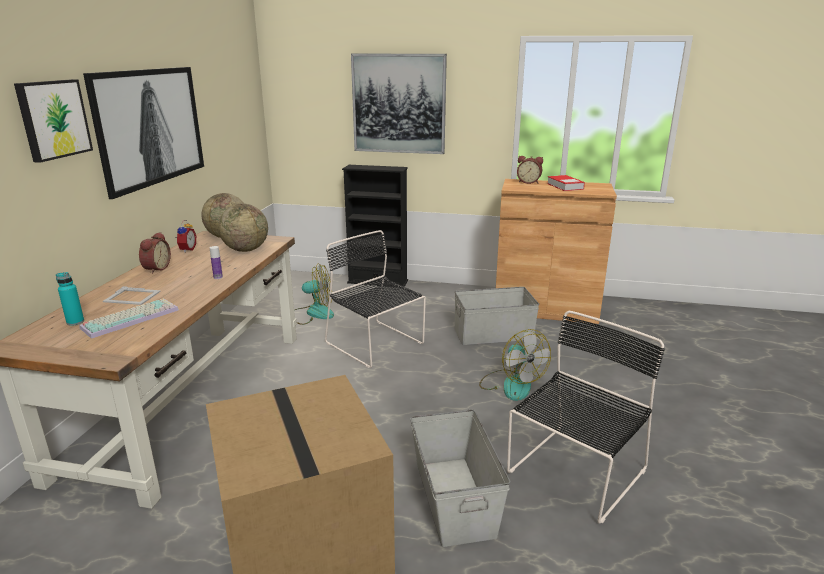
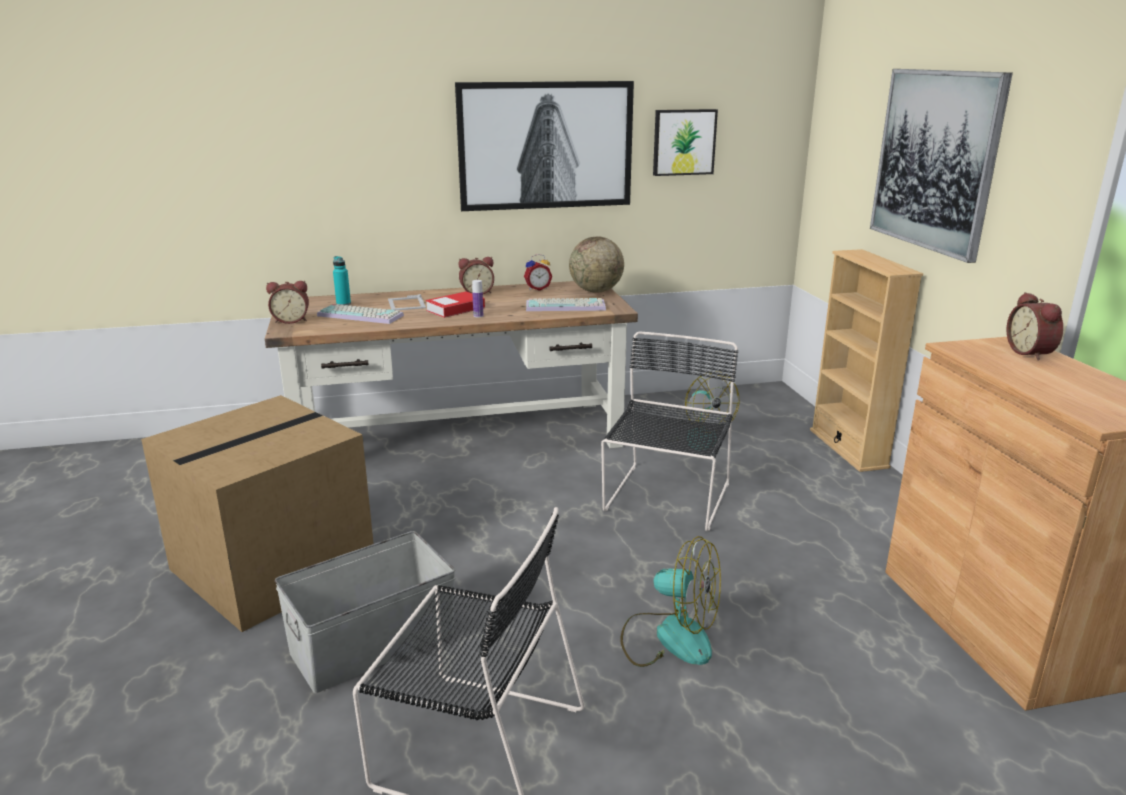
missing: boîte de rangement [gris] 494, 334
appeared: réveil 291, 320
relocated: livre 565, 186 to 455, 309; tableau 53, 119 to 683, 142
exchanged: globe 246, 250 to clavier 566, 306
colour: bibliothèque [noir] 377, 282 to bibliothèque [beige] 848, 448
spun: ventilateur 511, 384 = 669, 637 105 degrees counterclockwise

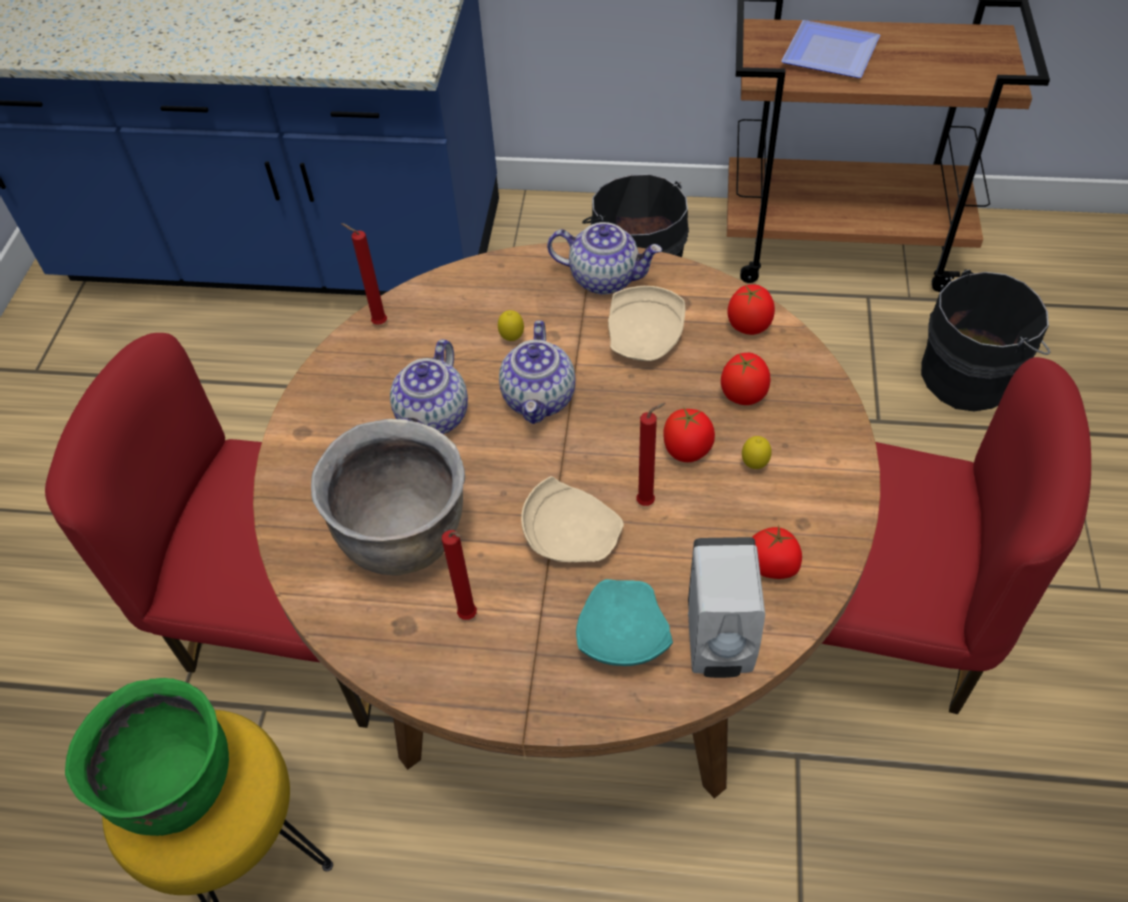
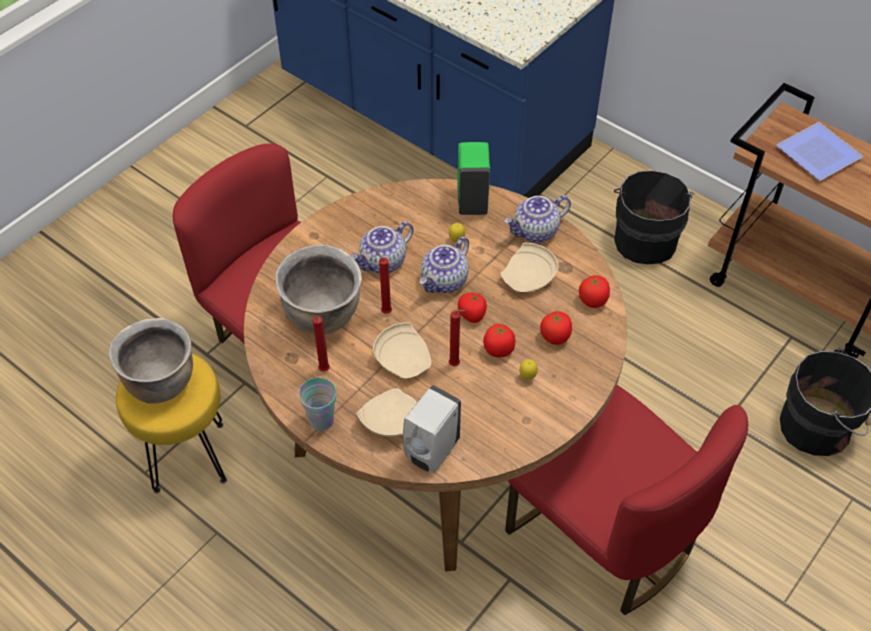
appeared: tasse 321, 420; distributeur de savon [vert] 472, 200
relocated: bougie [rouge] 377, 323 to 385, 311; tomate 772, 565 to 472, 315
colour: marmite [vert] 176, 785 to marmite [marron] 161, 382; assiette [turquoise] 621, 636 to assiette [beige] 387, 421
spun: théière 605, 278 = 535, 231 105 degrees clockwise

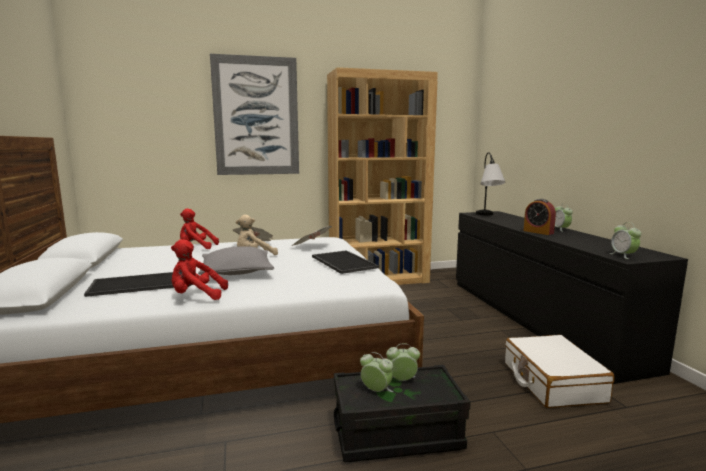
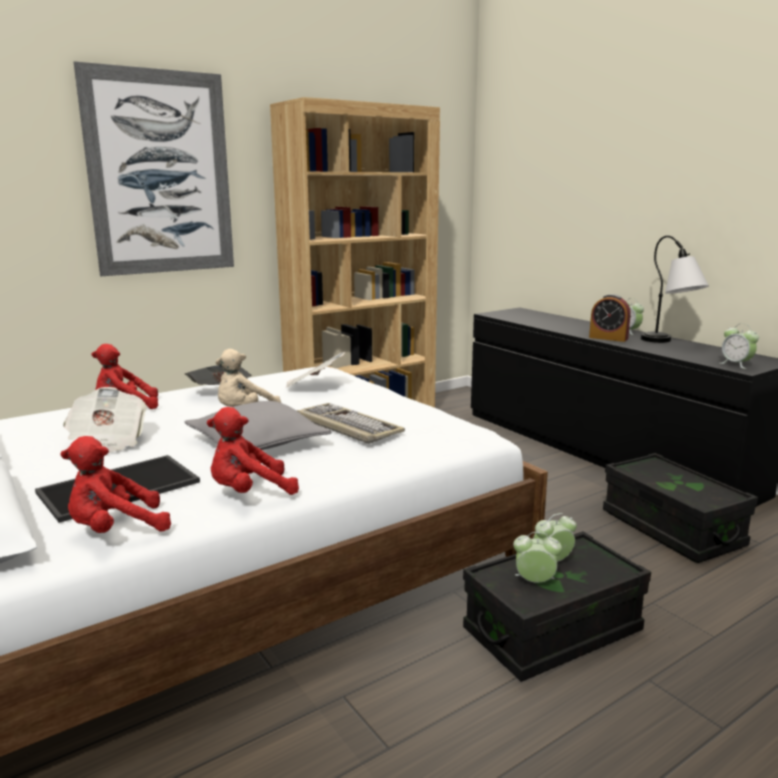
missing: plateau 342, 262
appeared: peluche [rouge] 116, 530; journal 107, 442; clavier 346, 426
relocated: lampe de table 487, 215 to 669, 343
exchanged: valise [blanc] 552, 382 to boîte de rangement [noir] 671, 529

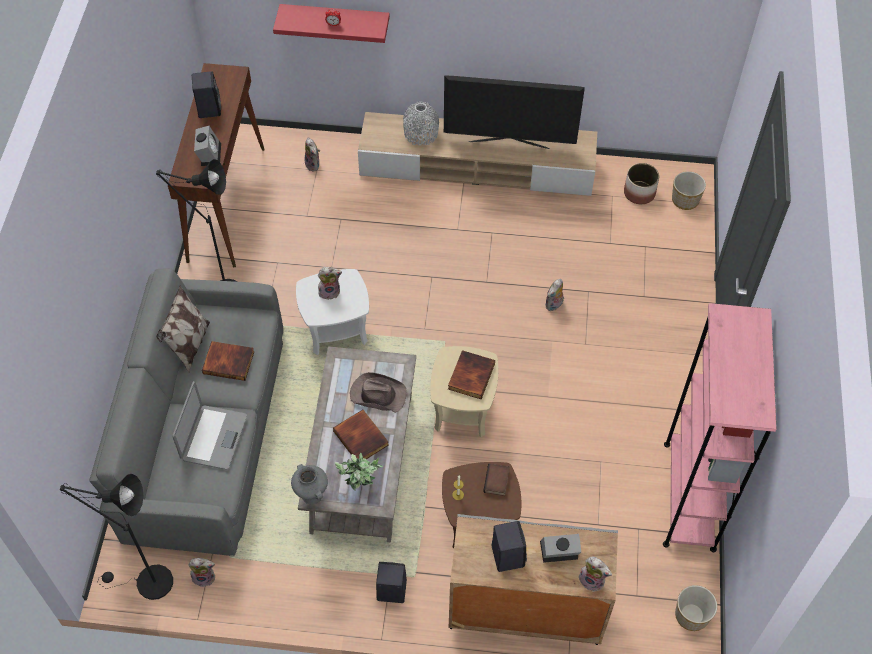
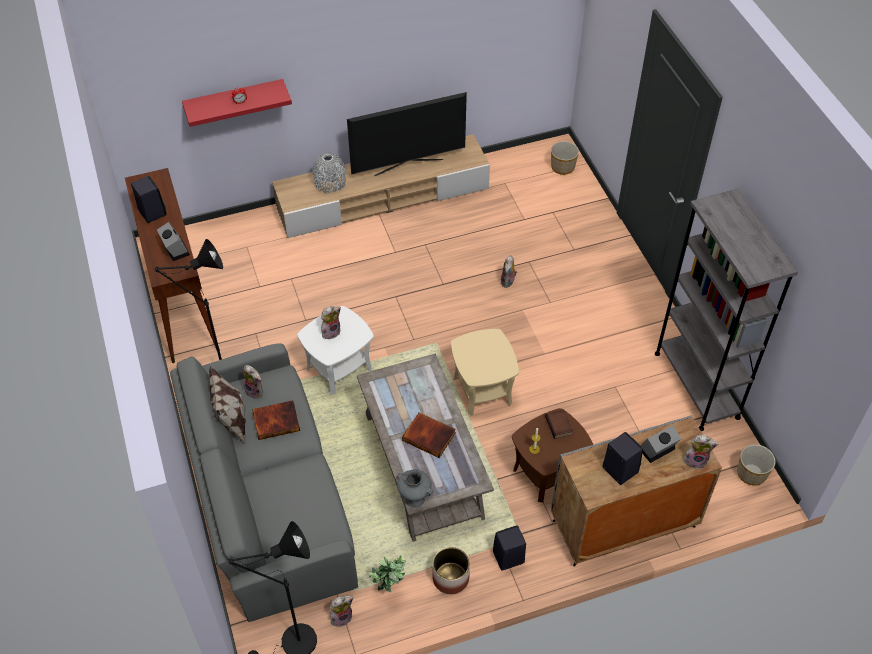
missing: ordinateur portable 213, 437; chapeau [marron] 377, 394; livre 470, 375
relocated: peluche 314, 165 to 255, 391; plante en pot 361, 488 to 389, 589; cache-pot 639, 193 to 451, 578
colour: bibliothèque [rose] 689, 495 to bibliothèque [gris] 696, 385

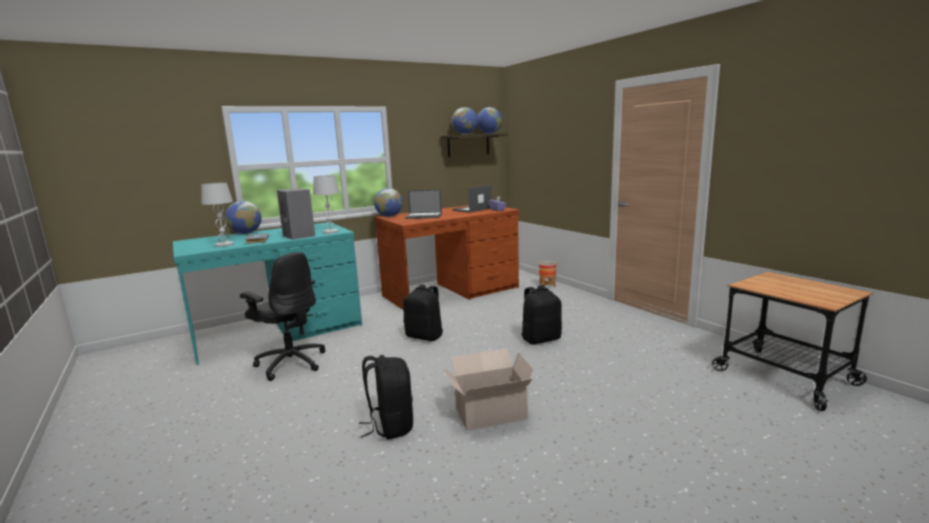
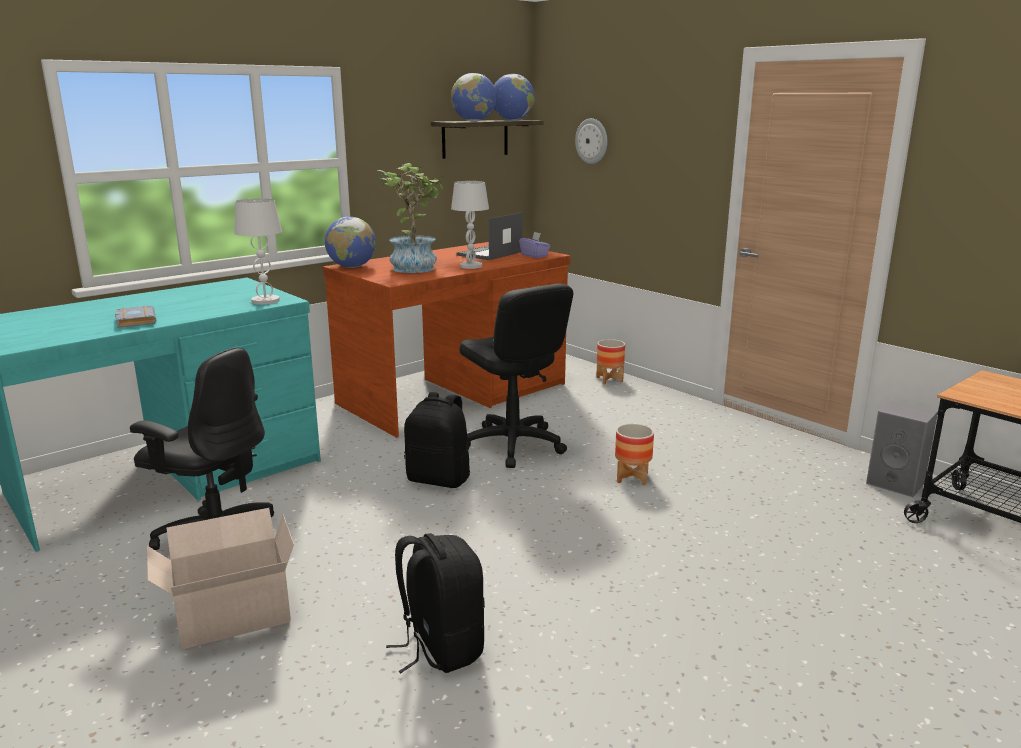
missing: globe 246, 233
appeared: chaise de bureau [noir] 512, 445; horloge murale 592, 141
relocated: carton 488, 413 to 230, 616; lampe de table [blanc] 224, 245 to 471, 266; enceinte [gris] 300, 236 to 897, 483
exchanged: ordinateur portable 424, 216 to plante en pot 415, 267; sac à dos [noir] 541, 339 to cache-pot 632, 478

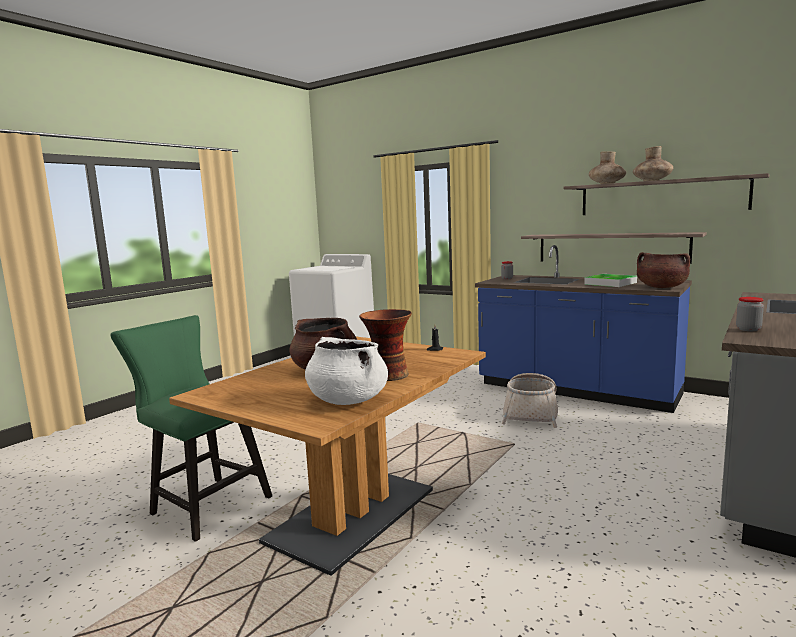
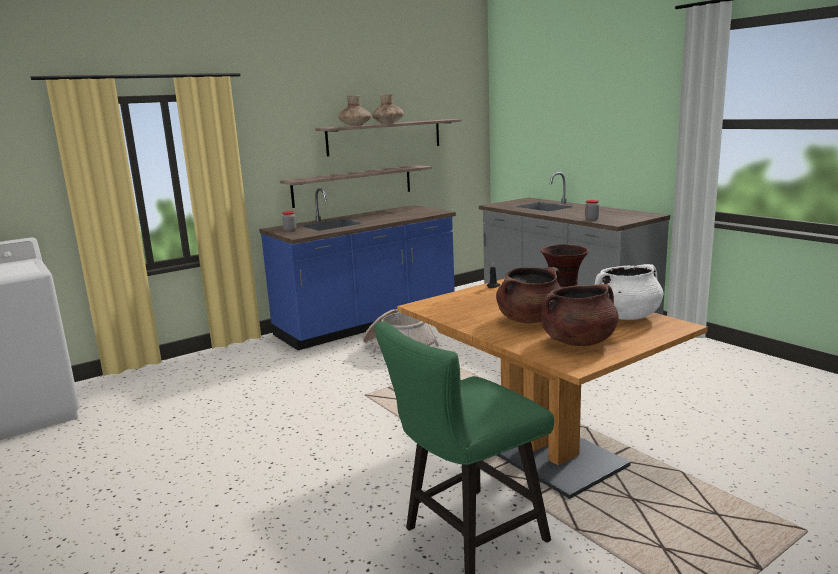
missing: plateau 610, 283
relocated: marmite [marron] 661, 287 to 578, 342

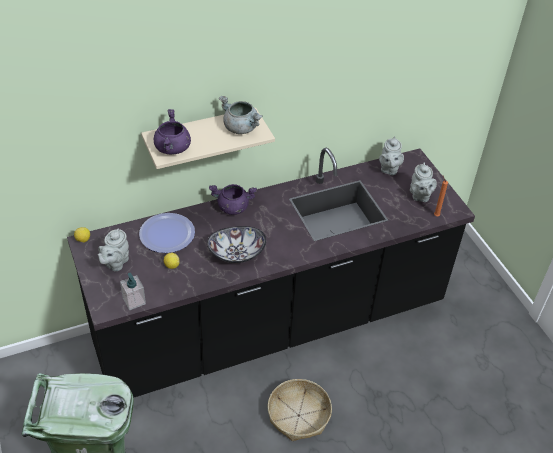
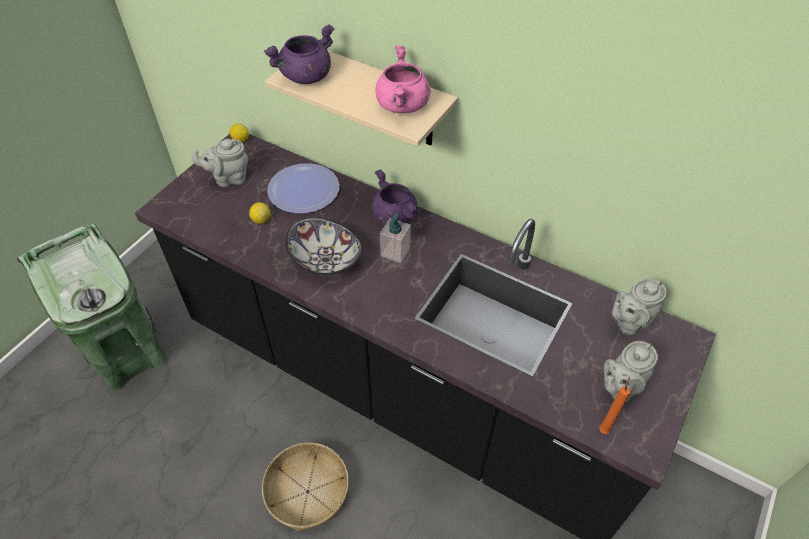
relocated: distributeur de savon 134, 301 to 395, 252
colour: marmite [gris] 241, 128 to marmite [rose] 402, 105

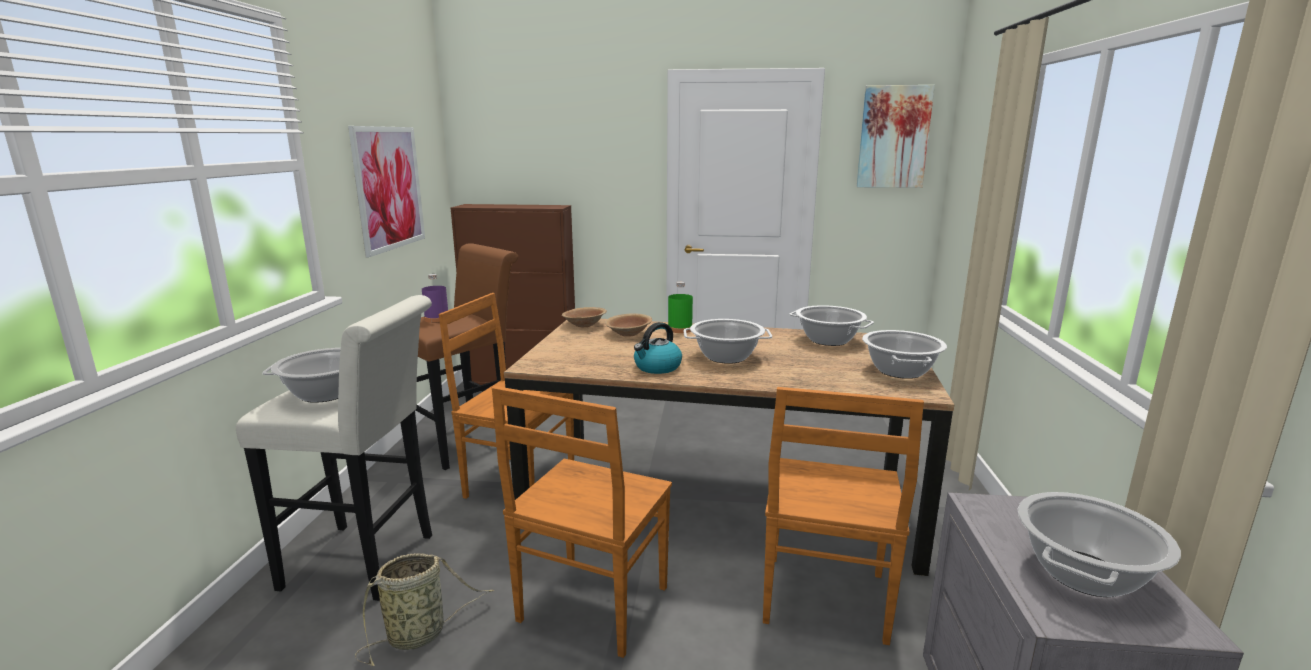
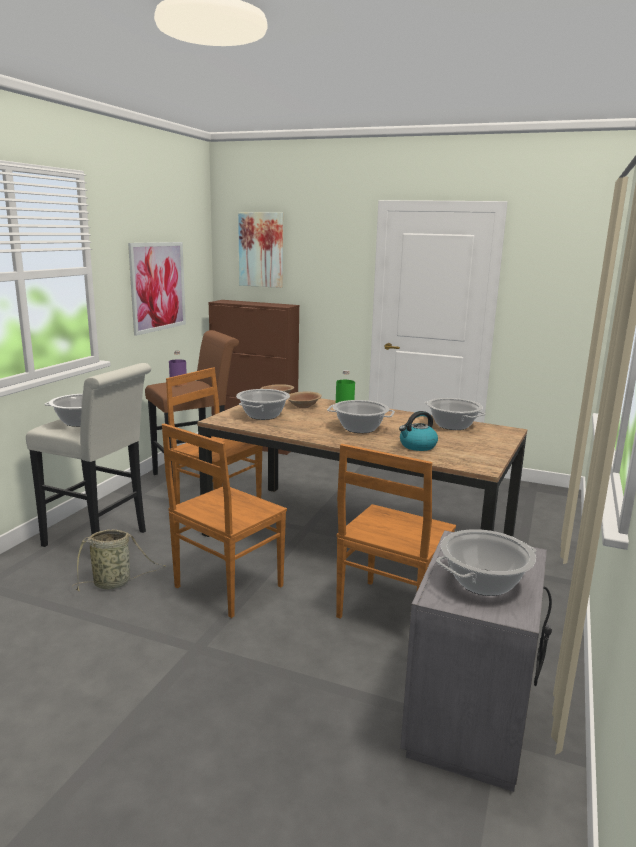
relocated: marmite 900, 371 to 263, 416; tableau 893, 137 to 261, 249; bouilloire 657, 367 to 417, 446

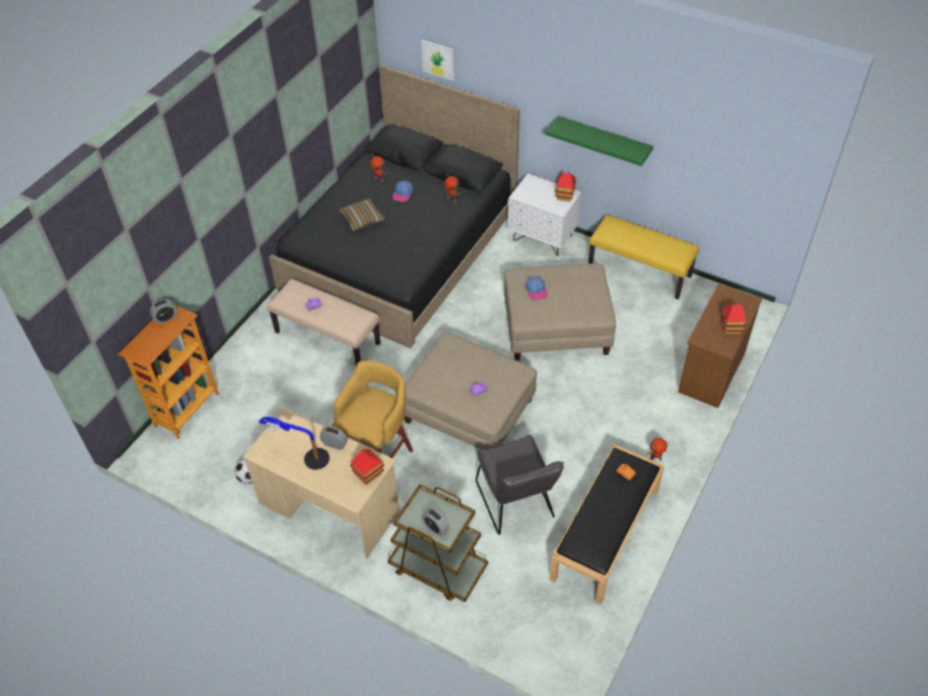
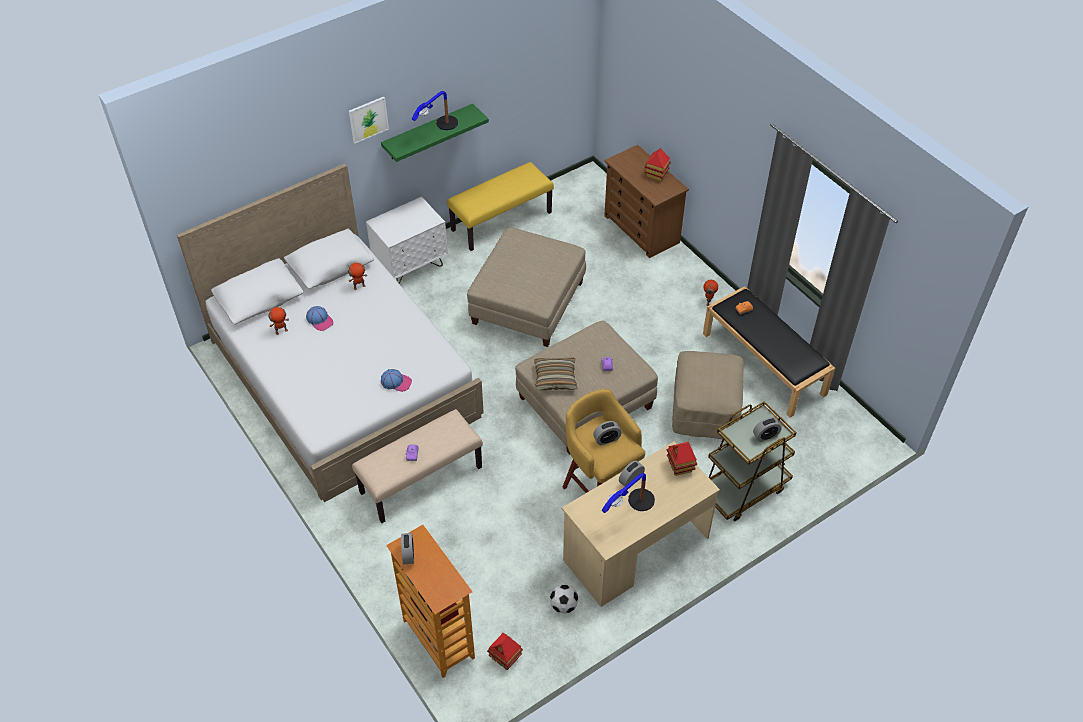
appeared: lampe de table 439, 129; réveil 606, 439
relocated: tableau 438, 59 to 368, 119; casquette 536, 290 to 396, 382; maison miniature 564, 196 to 505, 658; coussin 362, 219 to 555, 378
exchanged: chaise [gris] 516, 504 to pouf [beige] 705, 409
colour: lit [noir] 401, 251 to lit [blanc] 344, 377

